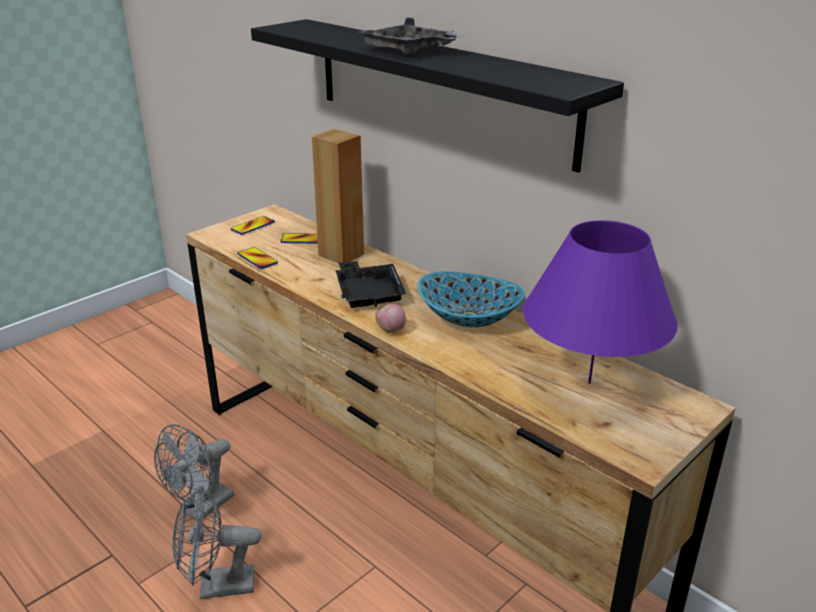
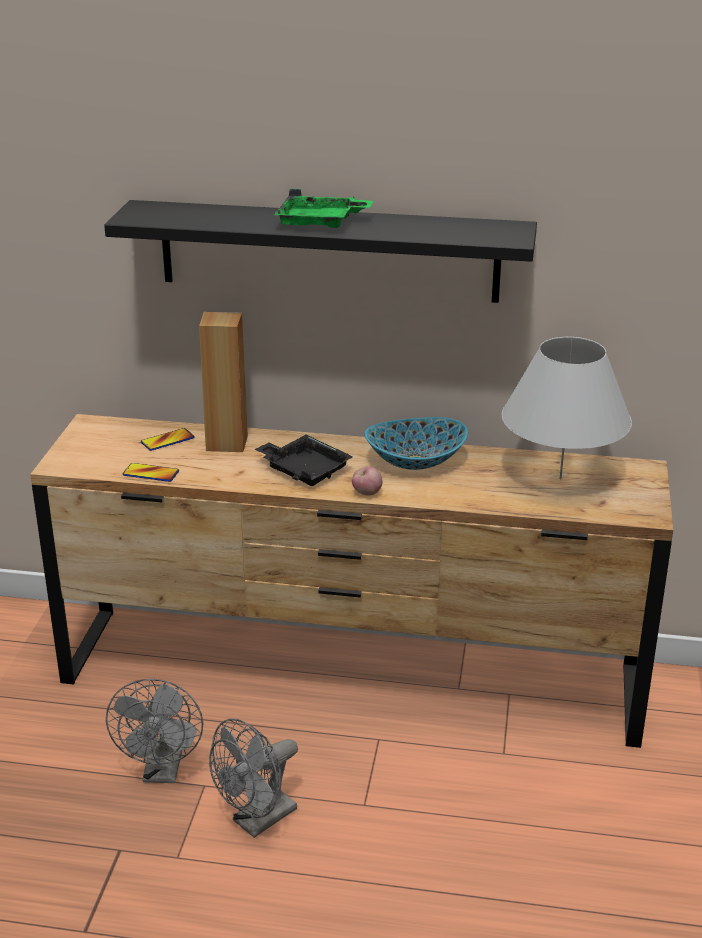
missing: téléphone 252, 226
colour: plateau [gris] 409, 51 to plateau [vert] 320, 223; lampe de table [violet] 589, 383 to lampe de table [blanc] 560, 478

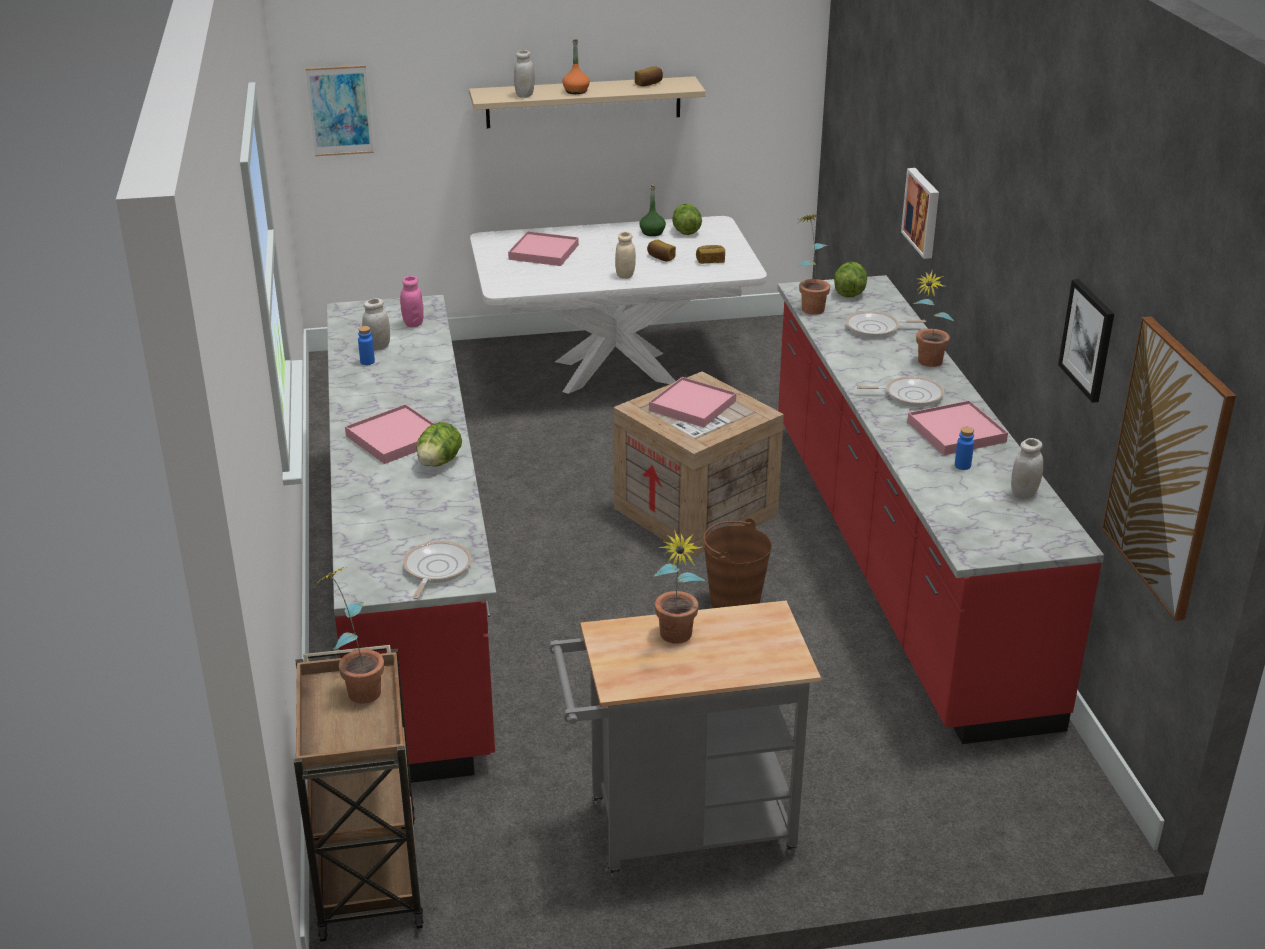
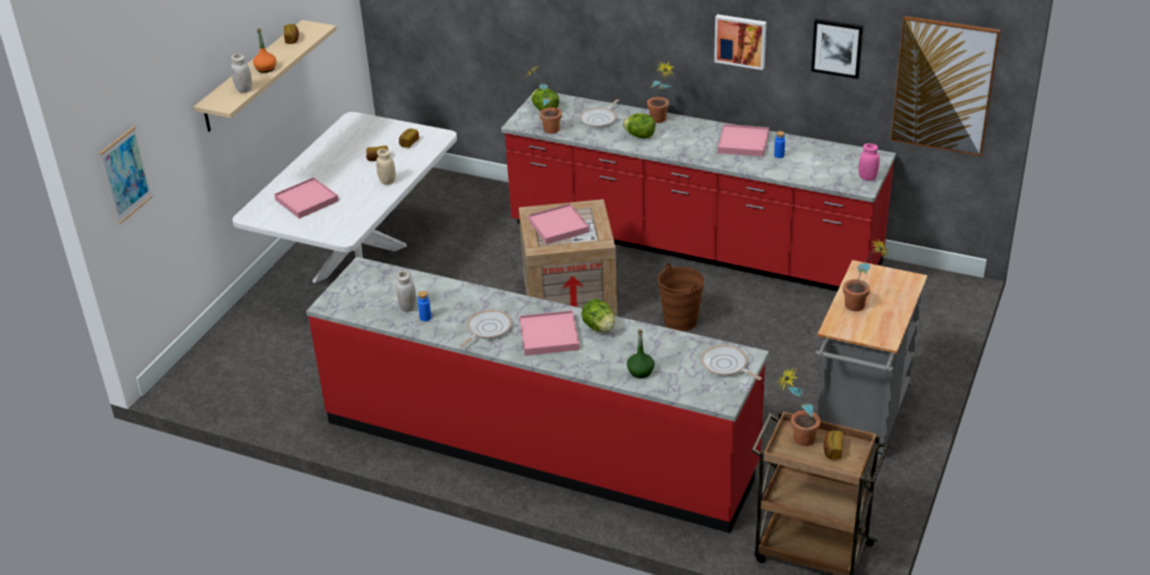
missing: bocal [blanc] 1024, 494
appeared: pain 832, 450
relocated: poêle 910, 395 to 487, 329; laitue 686, 232 to 640, 136; bouteille [vert] 652, 232 to 640, 371; tableau 923, 212 to 741, 40; bocal [rose] 413, 323 to 867, 177

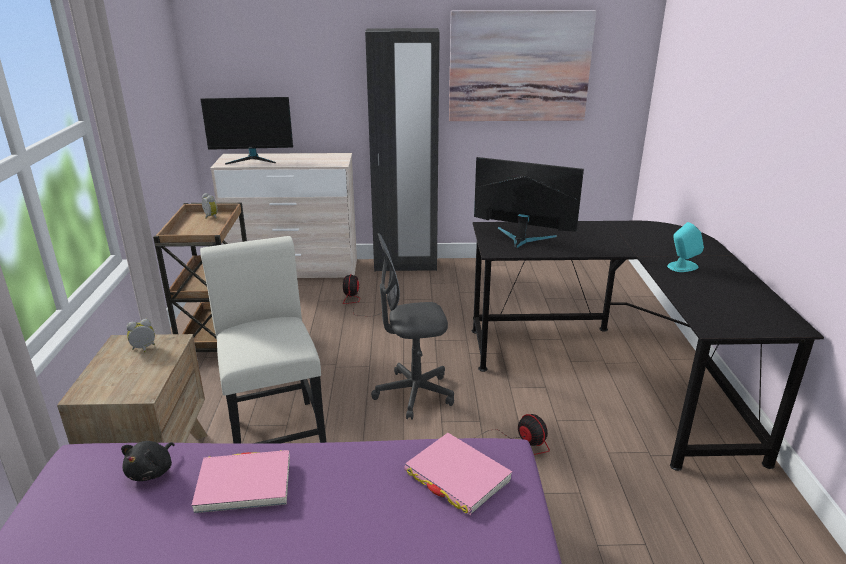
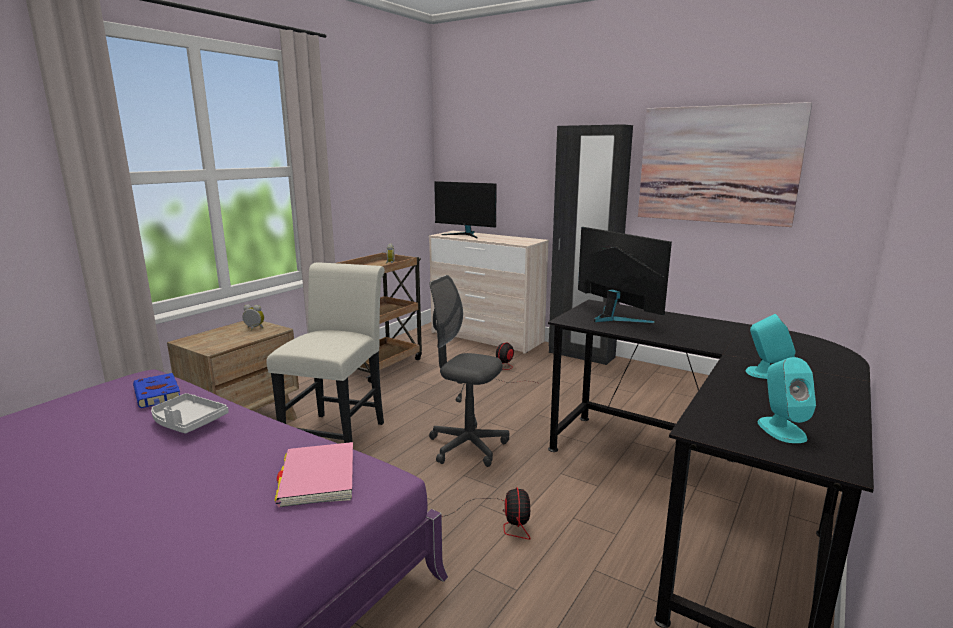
appeared: enceinte [turquoise] 781, 429
exchanged: peluche [noir] 152, 471 to livre [bleu] 158, 395; livre [rose] 244, 484 to plateau [gris] 187, 422

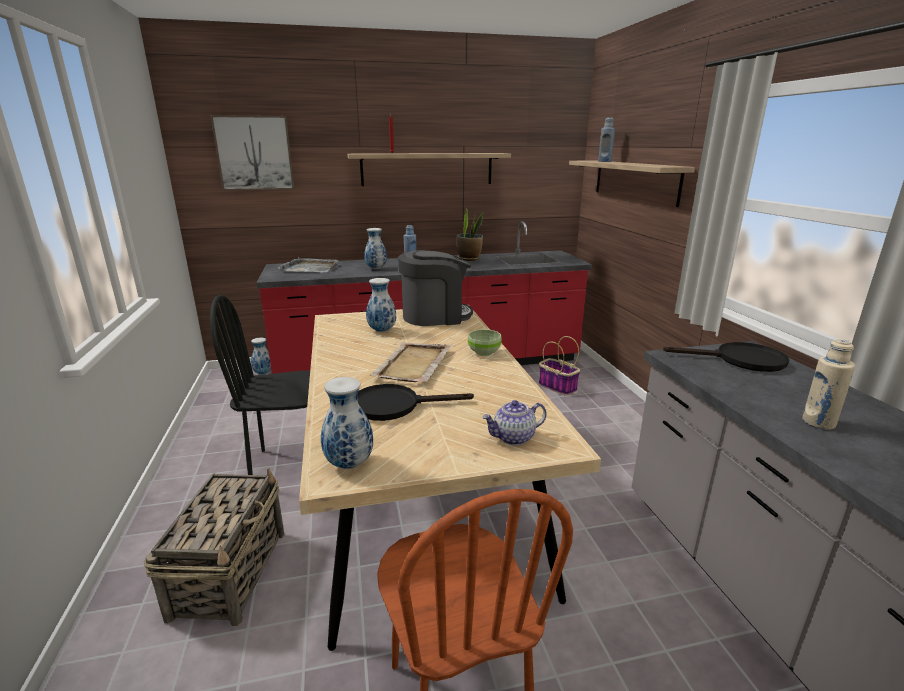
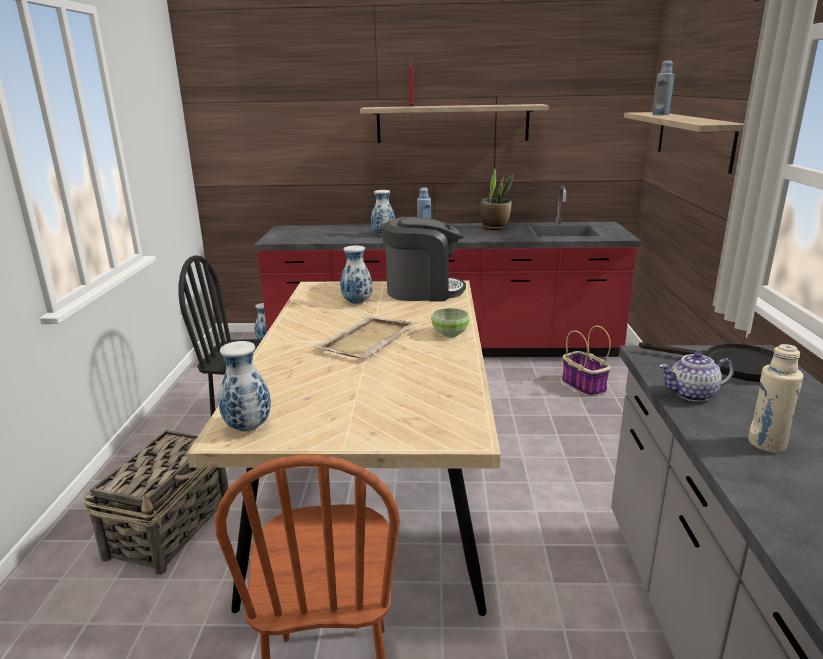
missing: tableau 254, 153; plateau [gris] 310, 268; poêle [noir] 395, 405
relocated: théière 513, 438 to 692, 394

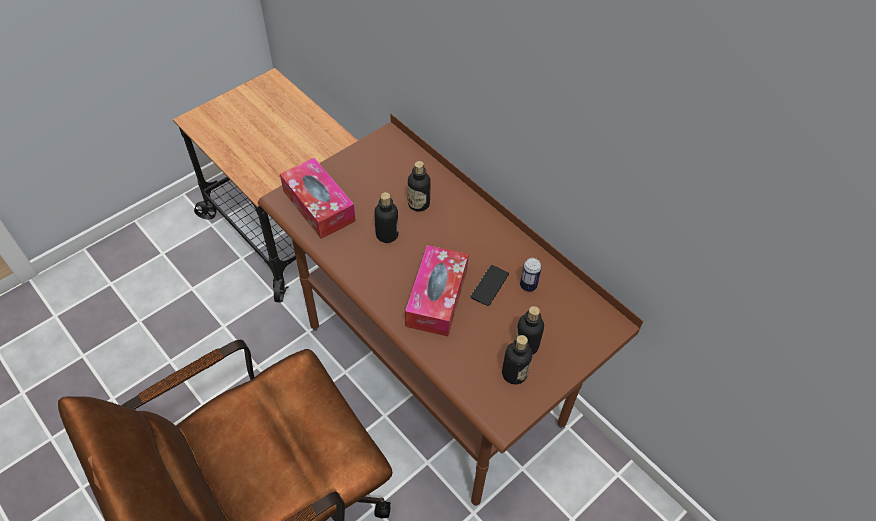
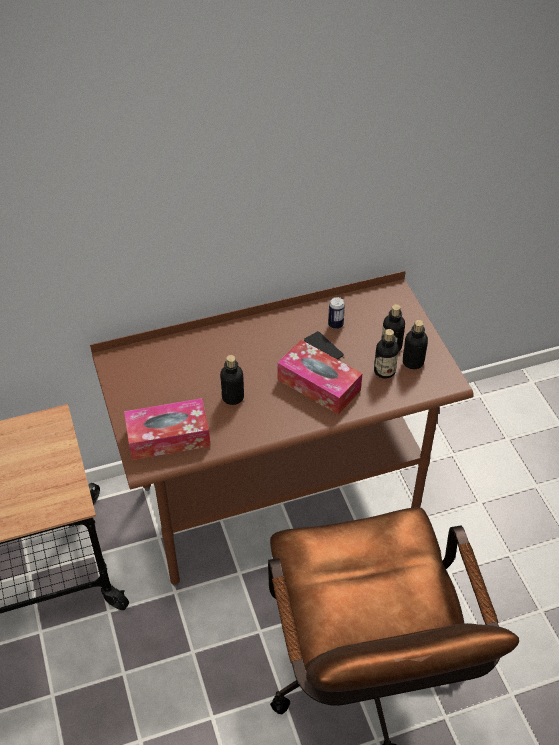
relocated: bouteille 418, 204 to 384, 371

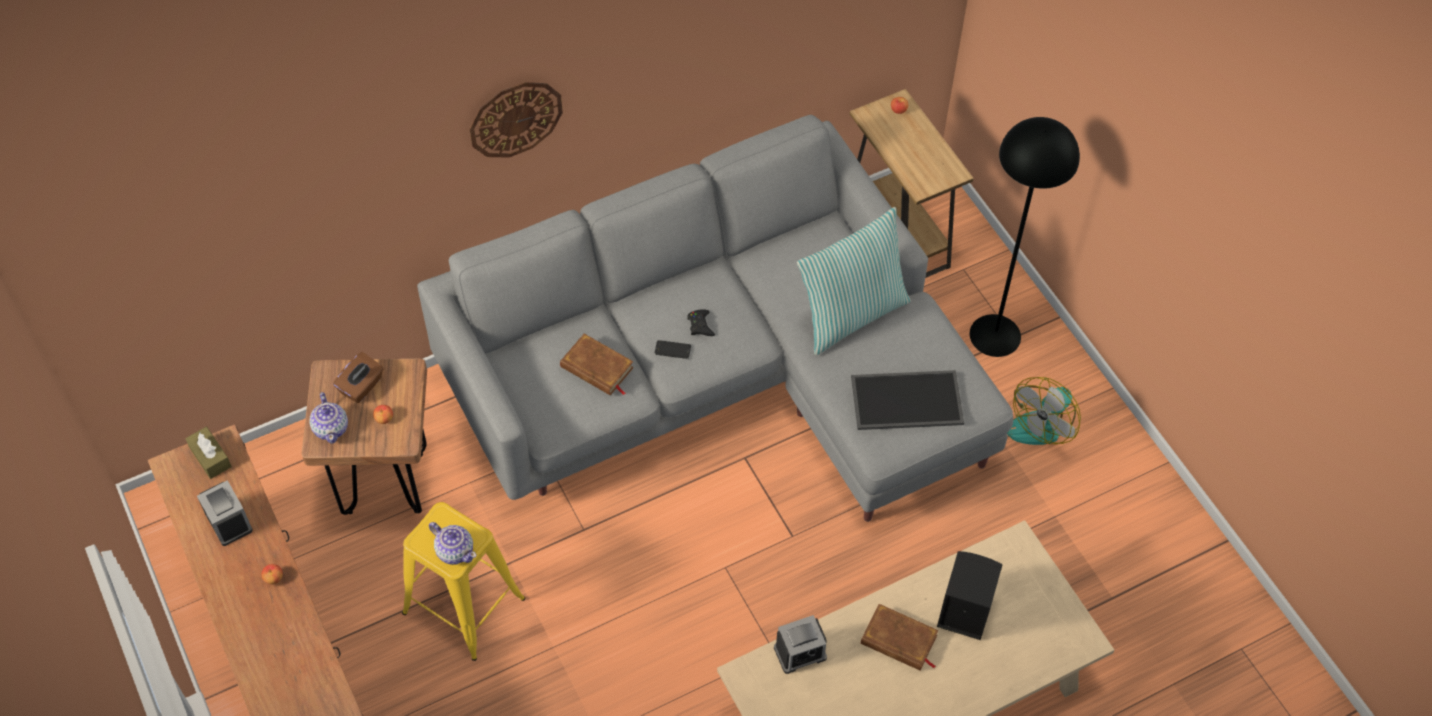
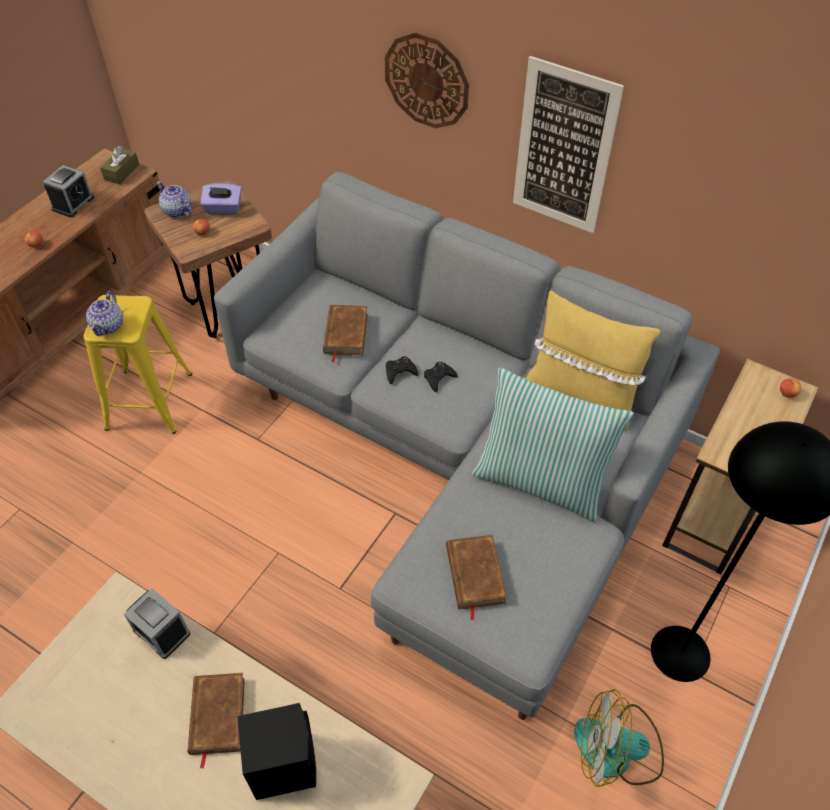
appeared: tableau 564, 148; coussin [jaune] 580, 396
exchanged: téléphone 672, 350 to manette [noir] 400, 372; plateau 906, 402 to livre [marron] 474, 575
colour: boîte à mouchoirs [marron] 361, 386 to boîte à mouchoirs [violet] 223, 209
spun: théière 331, 428 = 177, 211 90 degrees clockwise

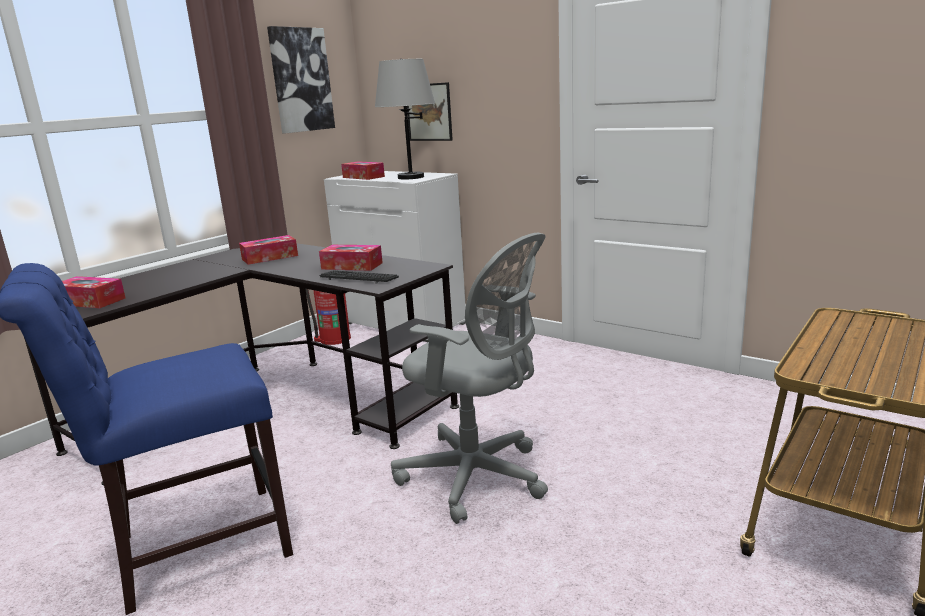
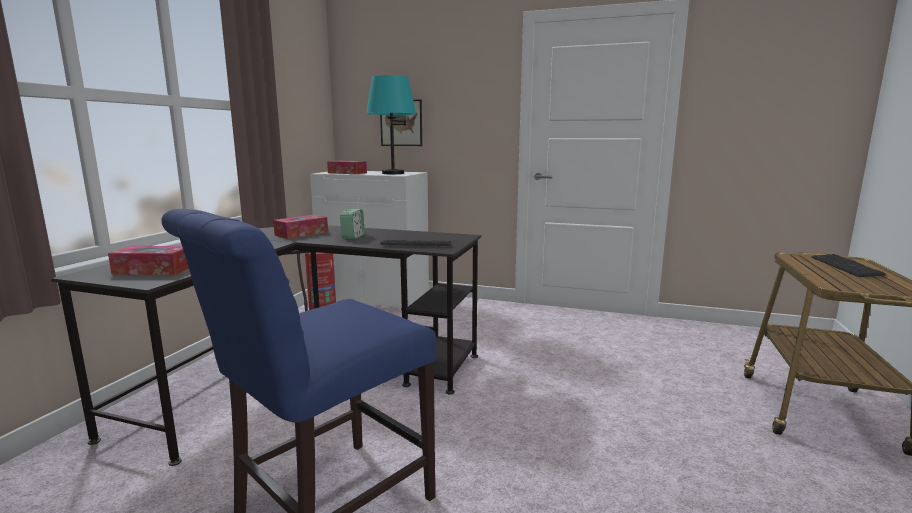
missing: tableau 300, 80; boîte à mouchoirs 352, 266; chaise de bureau [gris] 478, 477
appeared: réveil 353, 236; clavier 845, 267
colour: lampe de table [gris] 410, 177 to lampe de table [turquoise] 392, 173

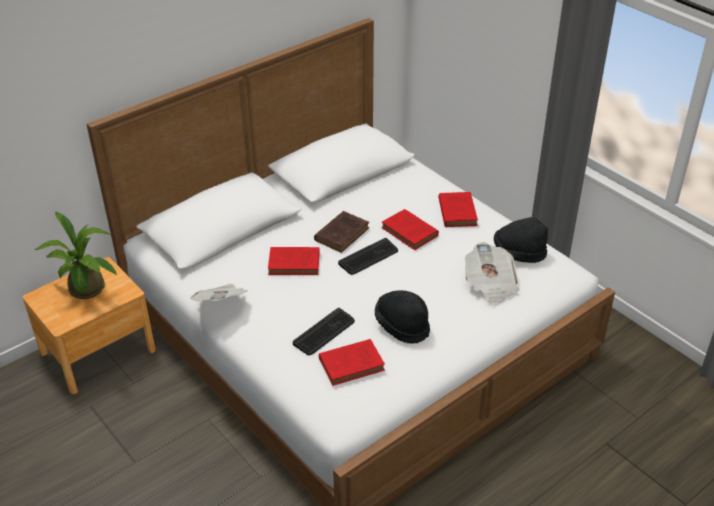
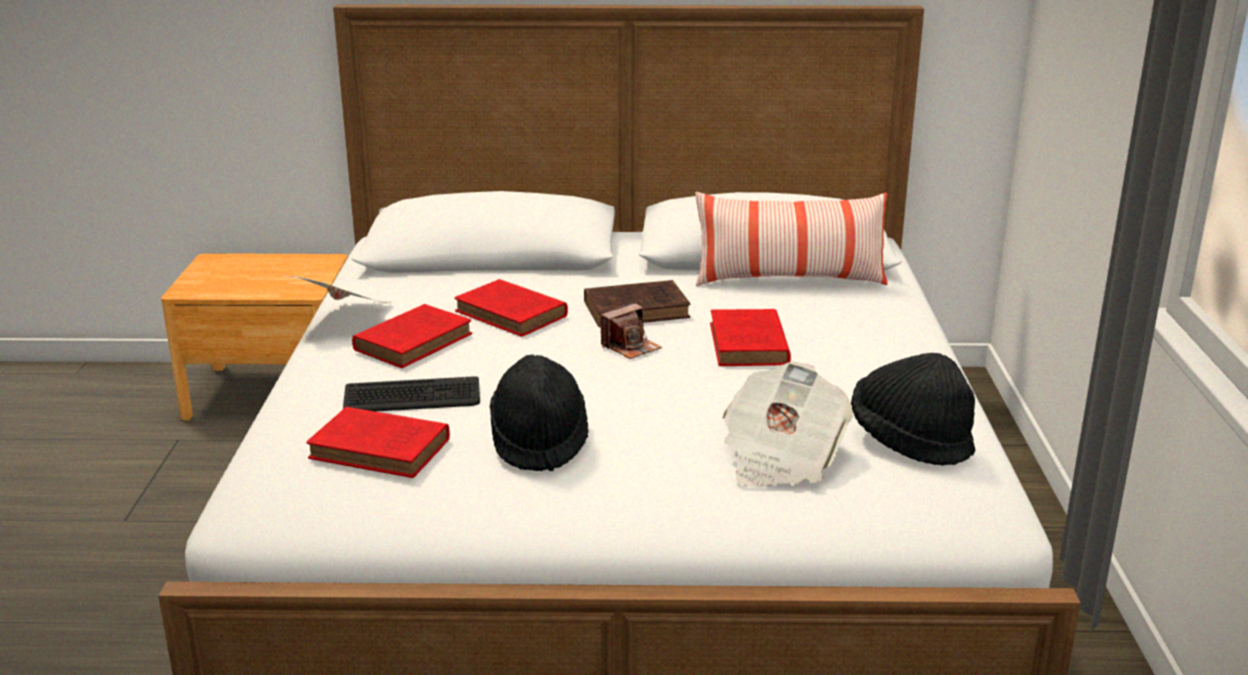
missing: plante en pot 88, 292
appeared: coussin 789, 280
relocated: livre [rouge] 457, 211 to 415, 341
exchanged: clavier 368, 257 to appareil photo 631, 347

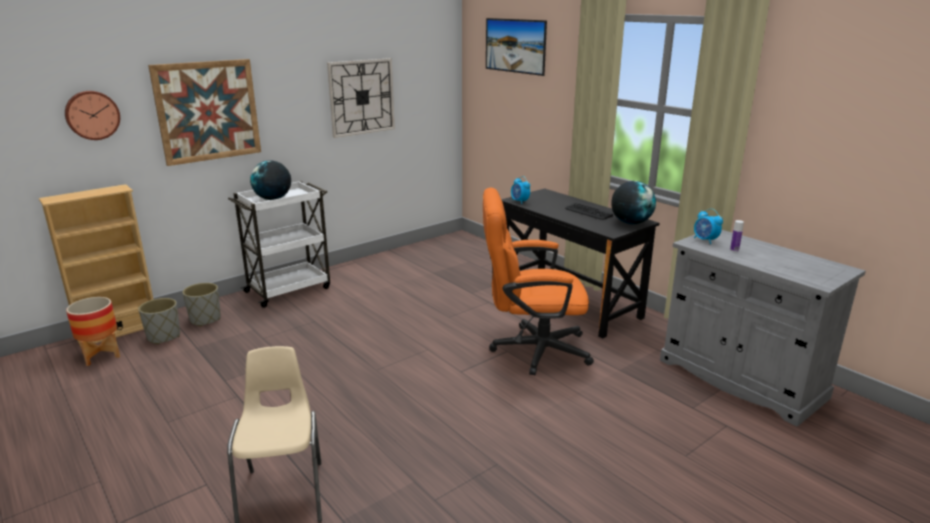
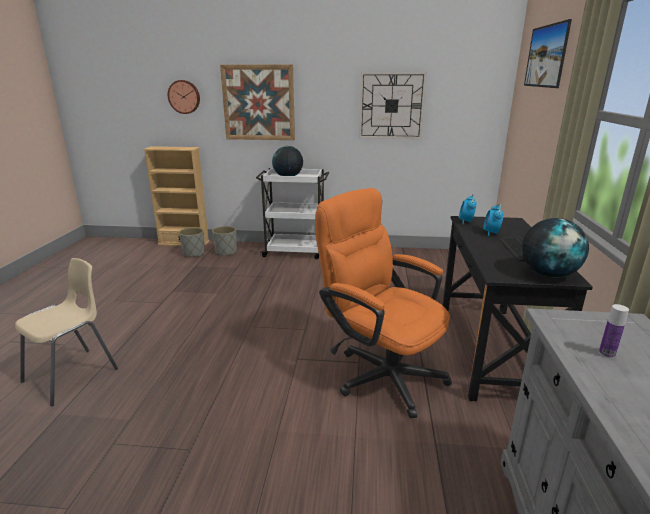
missing: cache-pot 101, 355
relocated: réveil 705, 240 to 491, 233

